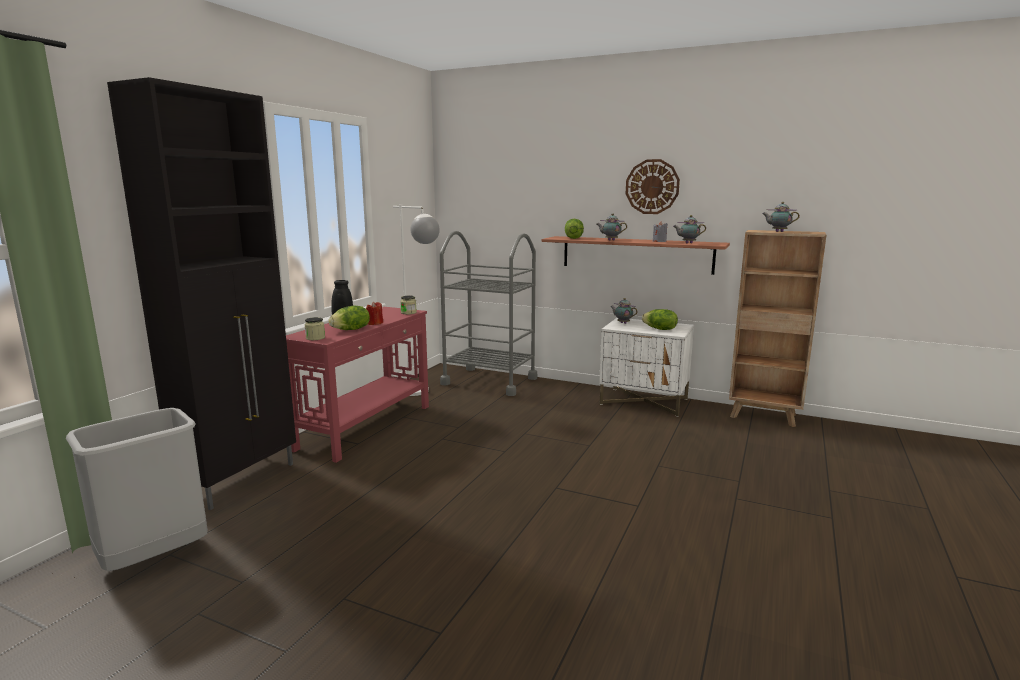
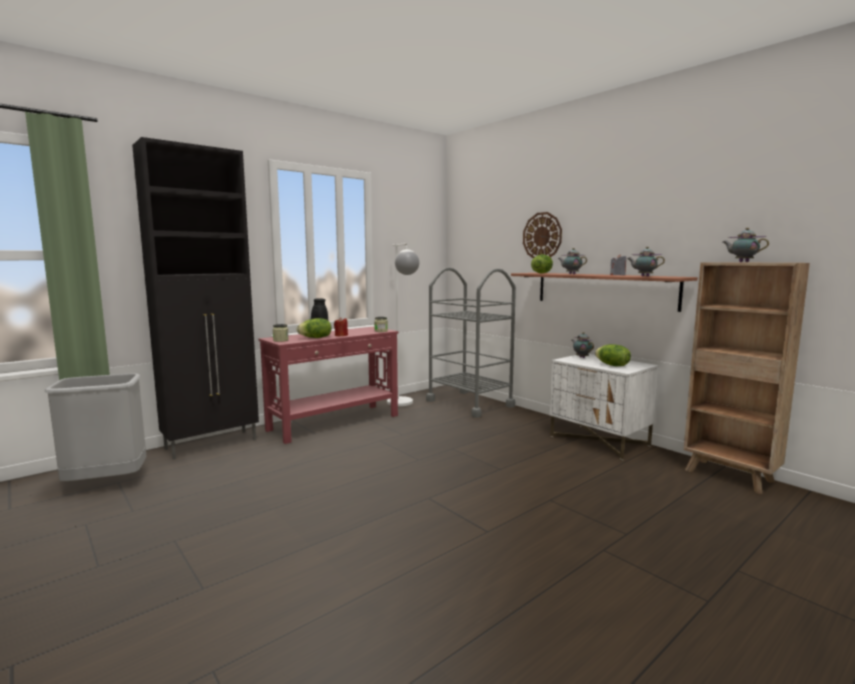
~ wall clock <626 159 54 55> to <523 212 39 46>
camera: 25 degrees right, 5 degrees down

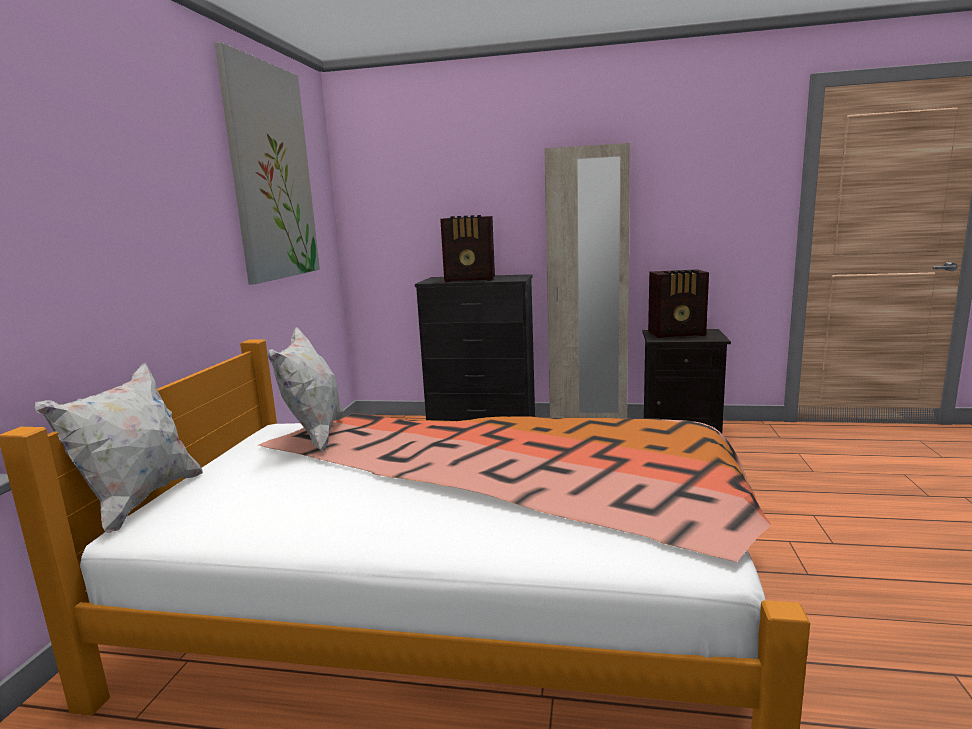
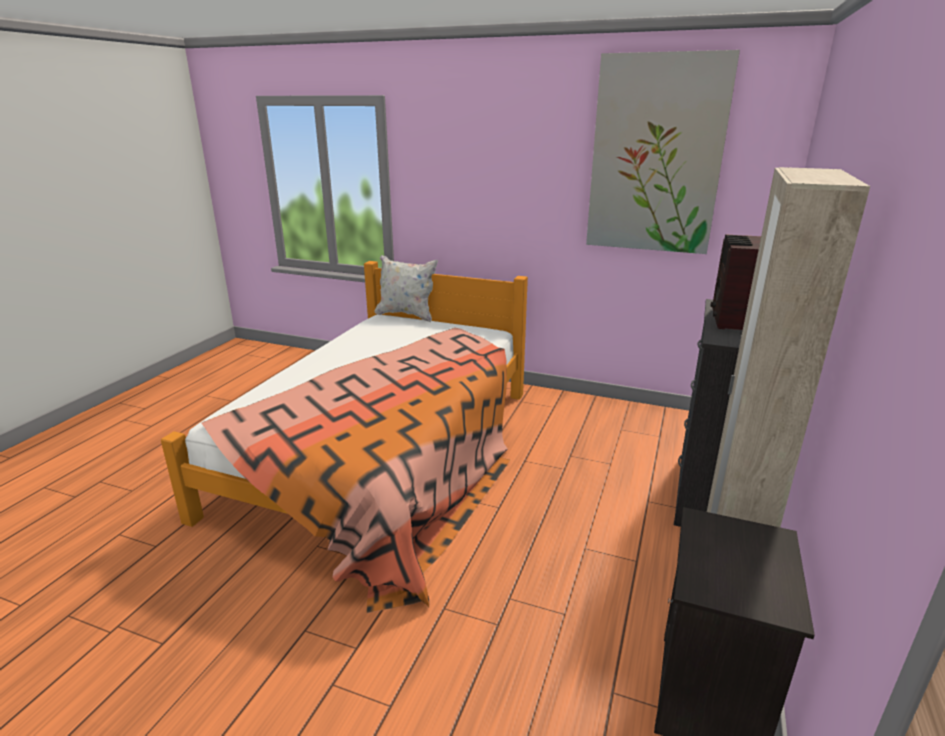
- white pillow <268 327 76 126>
- radio <648 269 61 69>
camera: 100 degrees right, 10 degrees up

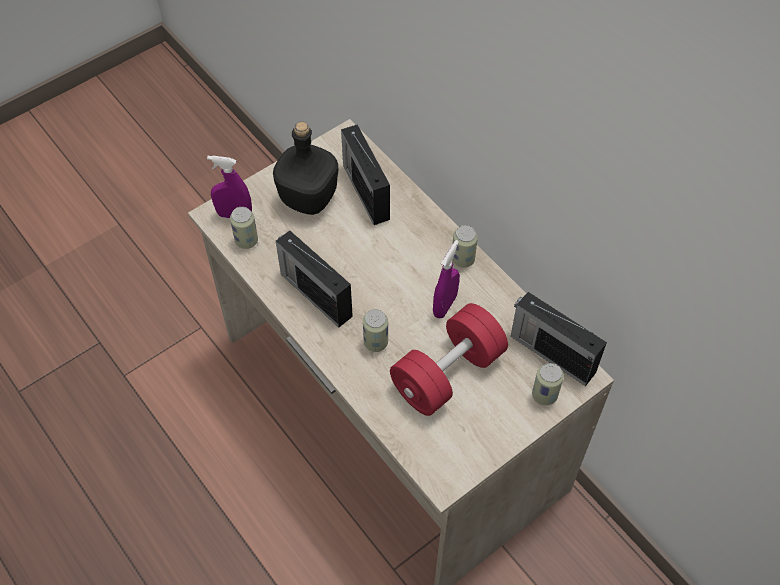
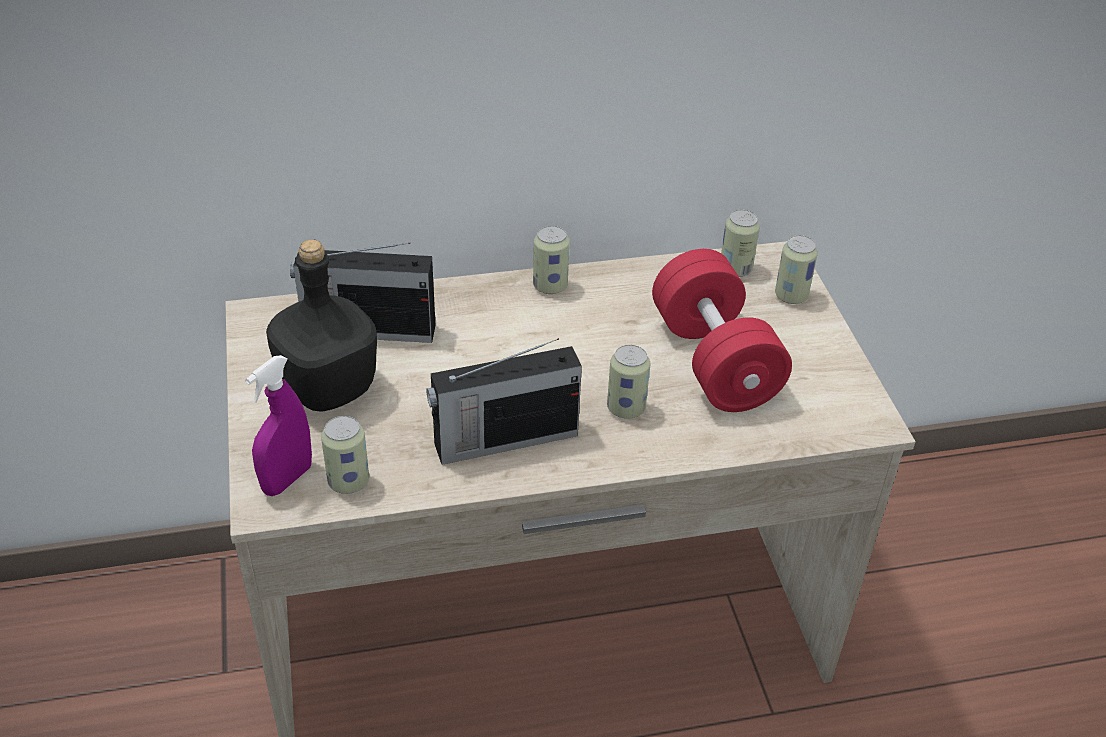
- purple spray bottle <433 240 27 78>
~ radio <511 292 96 94> to can <721 210 39 67>
camera: 65 degrees left, 15 degrees down

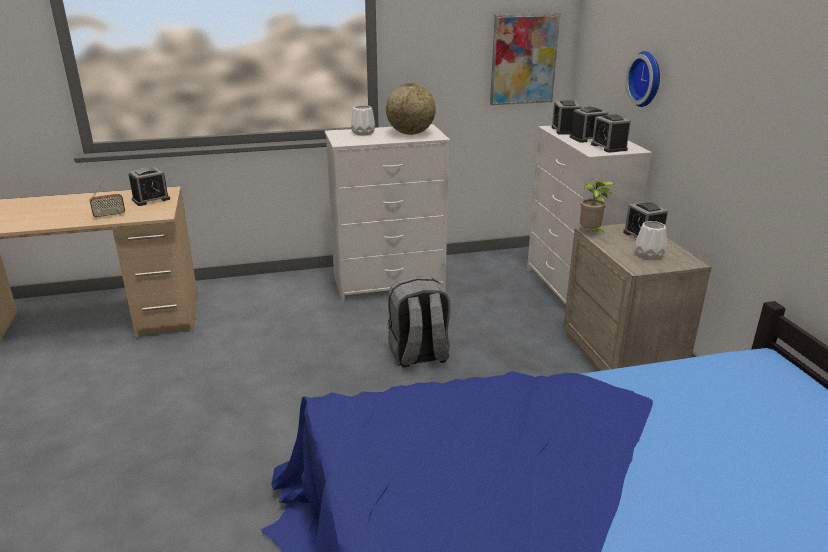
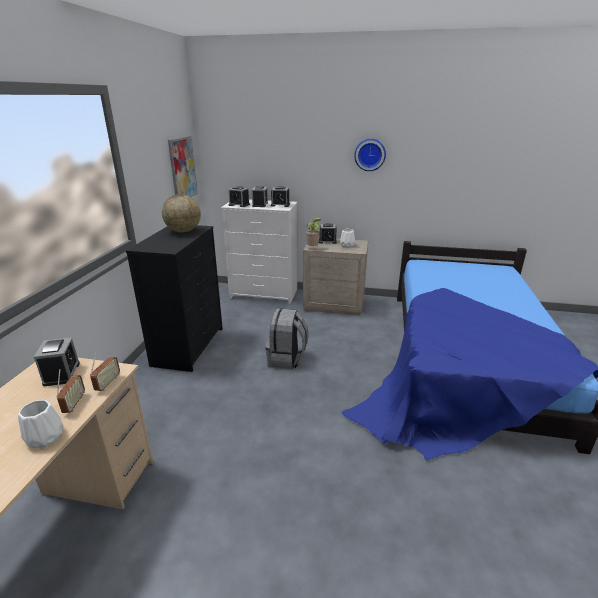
+ radio <90 349 30 42>
~ white vase <351 105 24 31> to <18 400 46 48>
~ wall clock <626 51 34 56> to <354 139 32 32>
~ white dresser <325 124 125 179> to black dresser <126 225 97 147>
camera: 65 degrees left, 0 degrees up

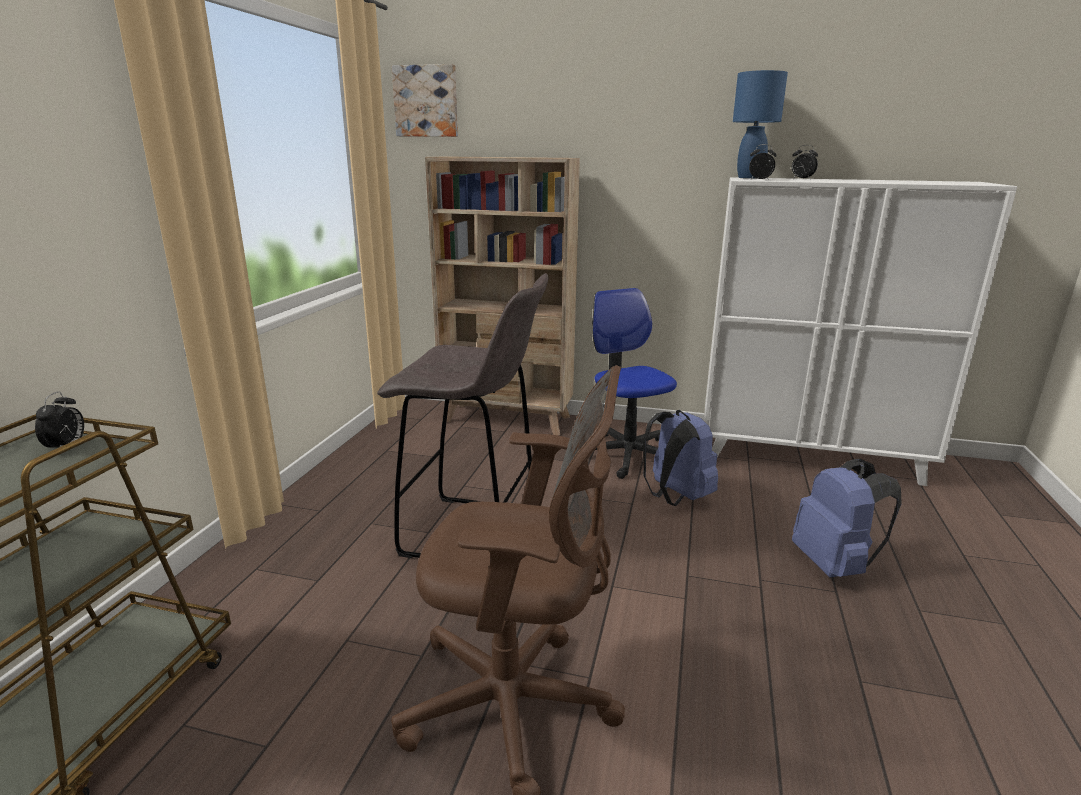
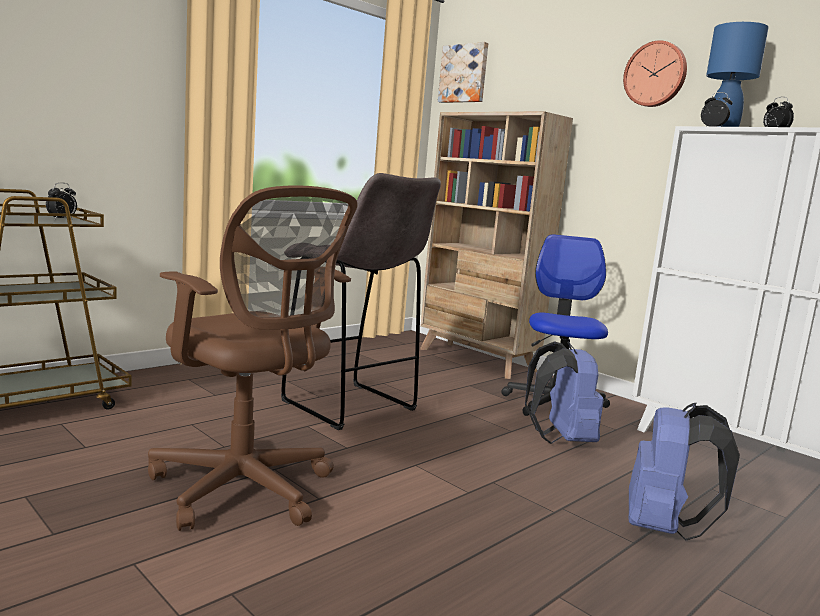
+ wall clock <623 40 64 67>
camera: 30 degrees right, 10 degrees down

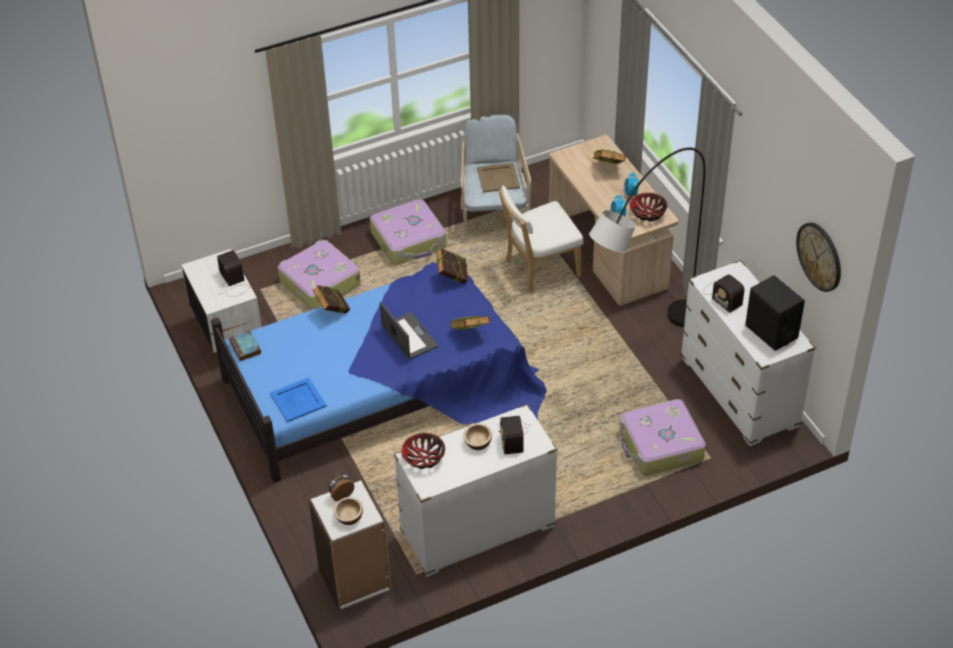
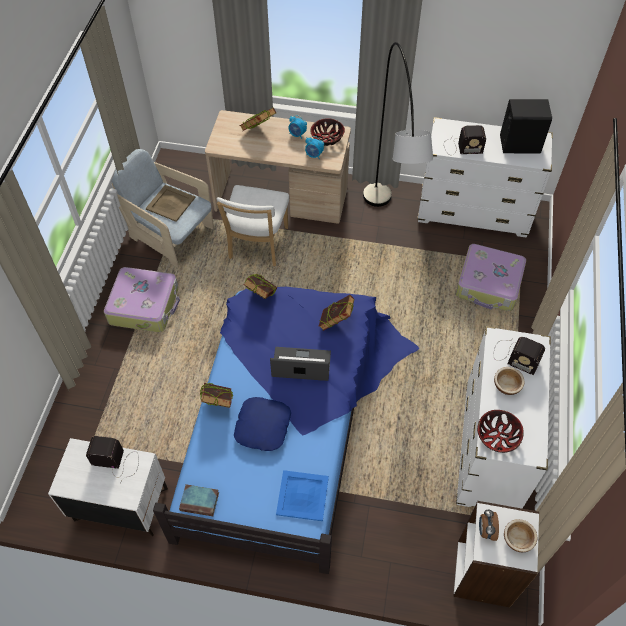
- suitcase <278 240 83 70>
- wall clock <796 222 45 70>
+ blue pillow <234 397 57 54>
camera: 55 degrees left, 10 degrees up

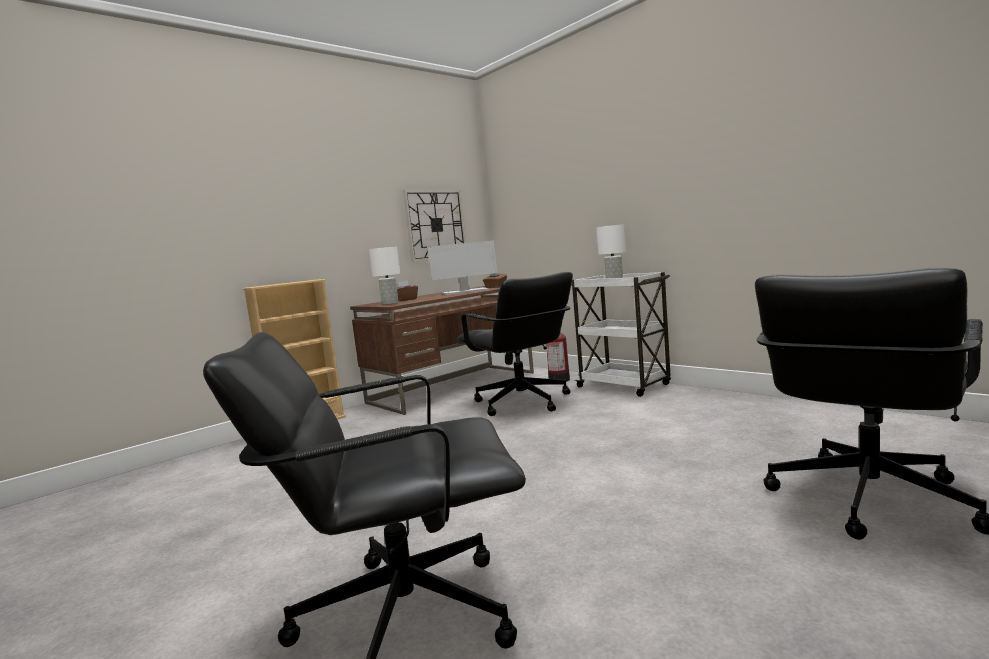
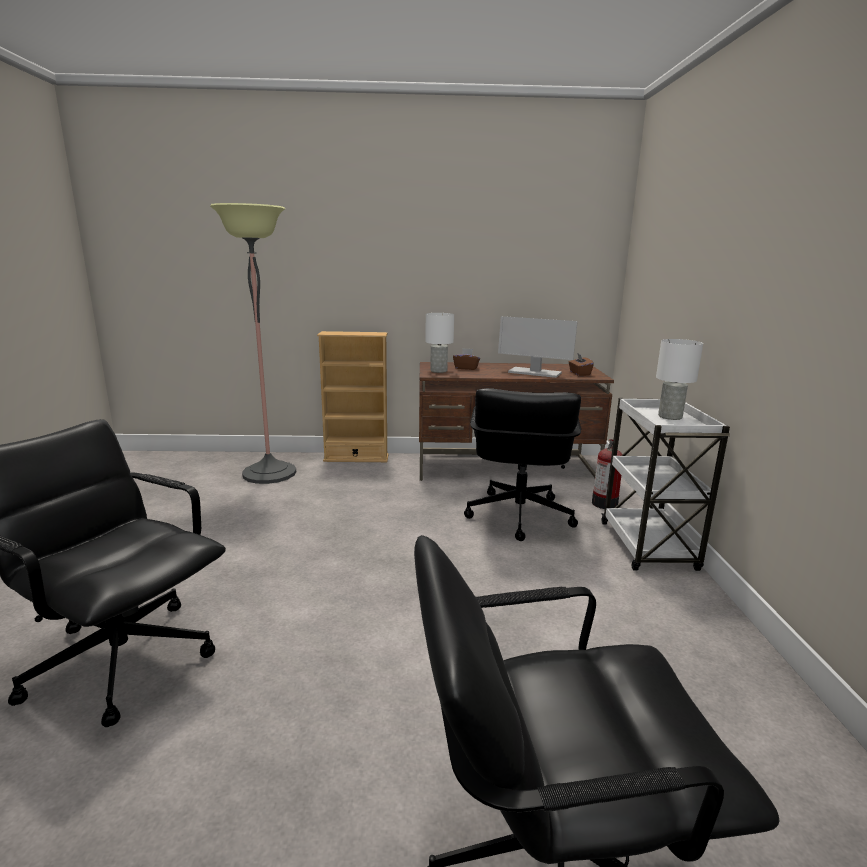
- wall clock <403 190 63 72>
+ floor lamp <210 203 86 281>
camera: 40 degrees right, 10 degrees up

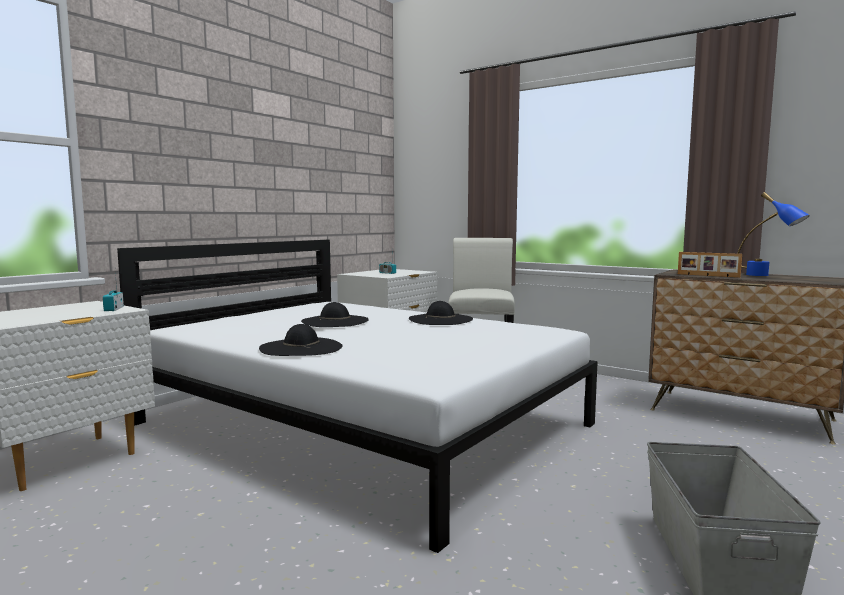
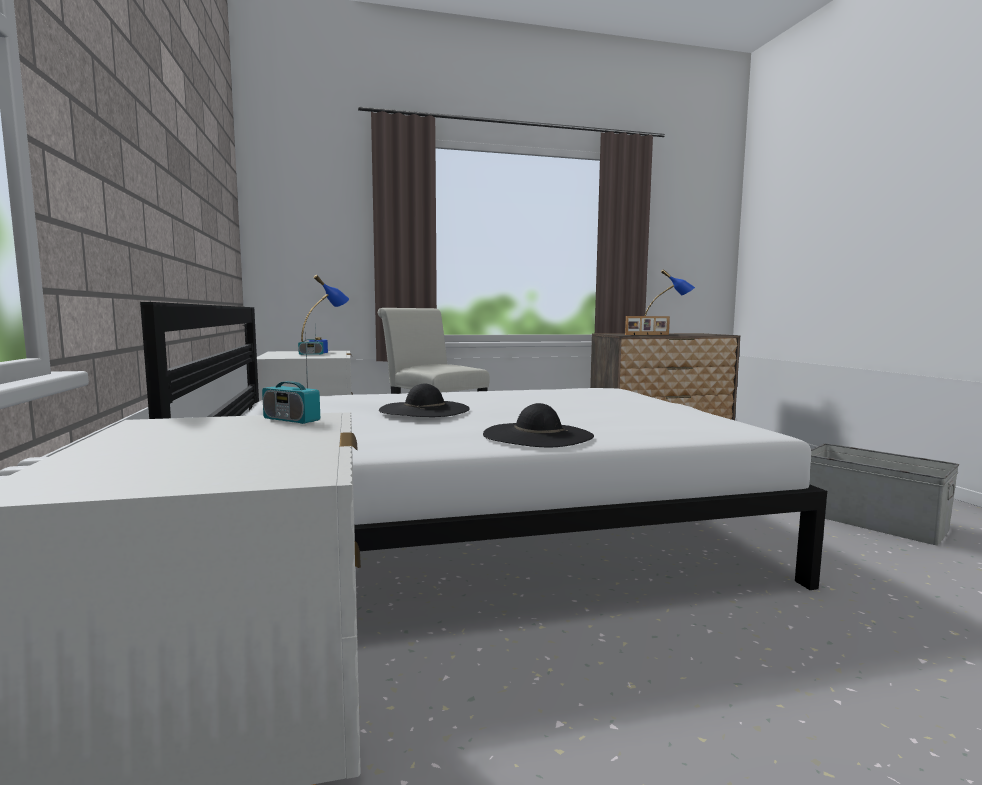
- black hat <409 301 64 24>
+ blue table lamp <301 275 48 78>
camera: 50 degrees left, 0 degrees up

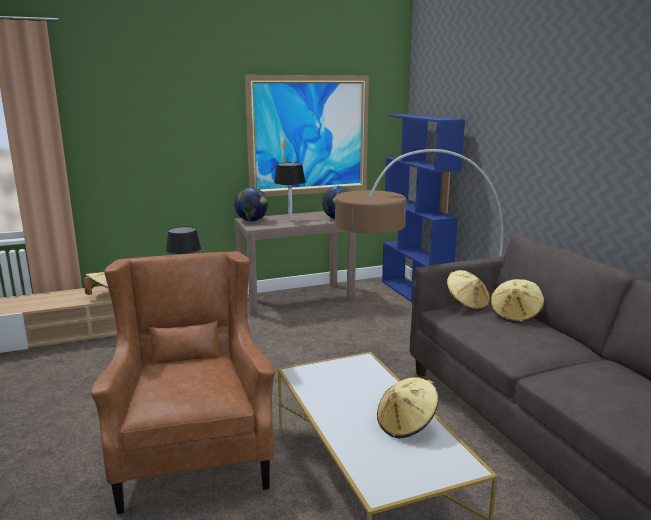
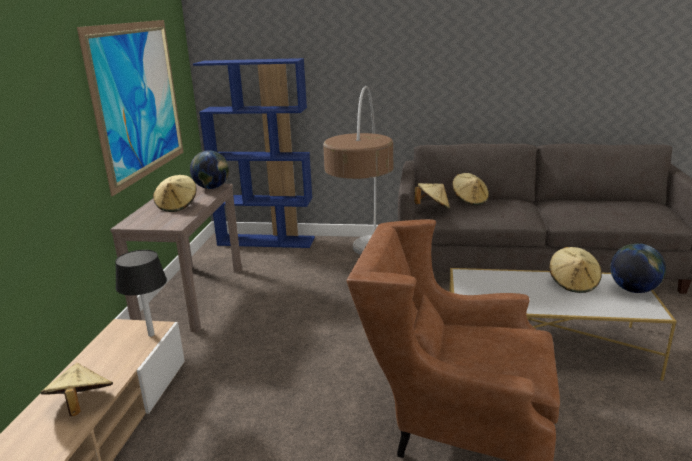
~ globe <234 187 34 34> to <610 243 56 50>
~ black table lamp <274 162 32 59> to beige hat <153 175 44 37>
camera: 60 degrees left, 5 degrees up

